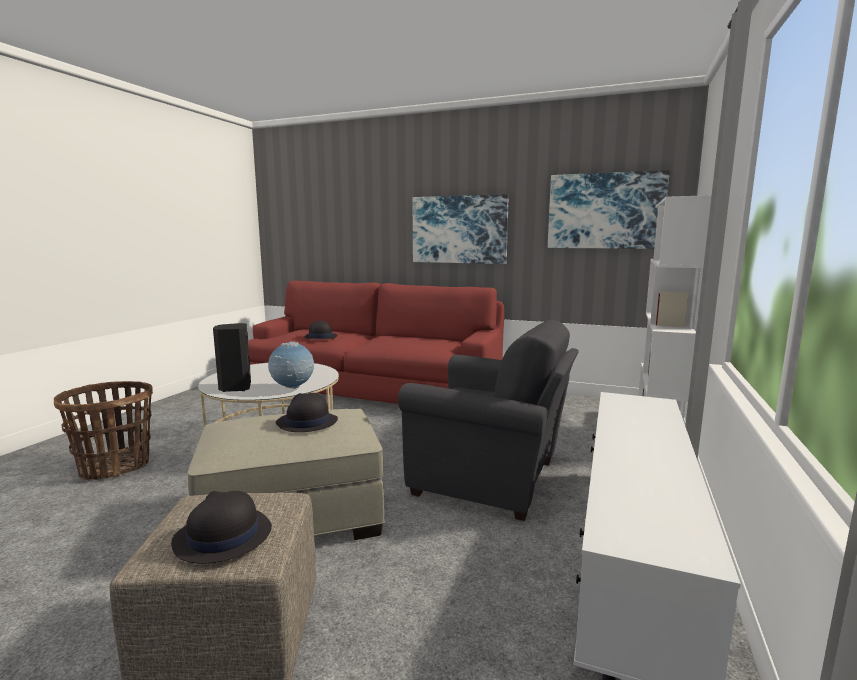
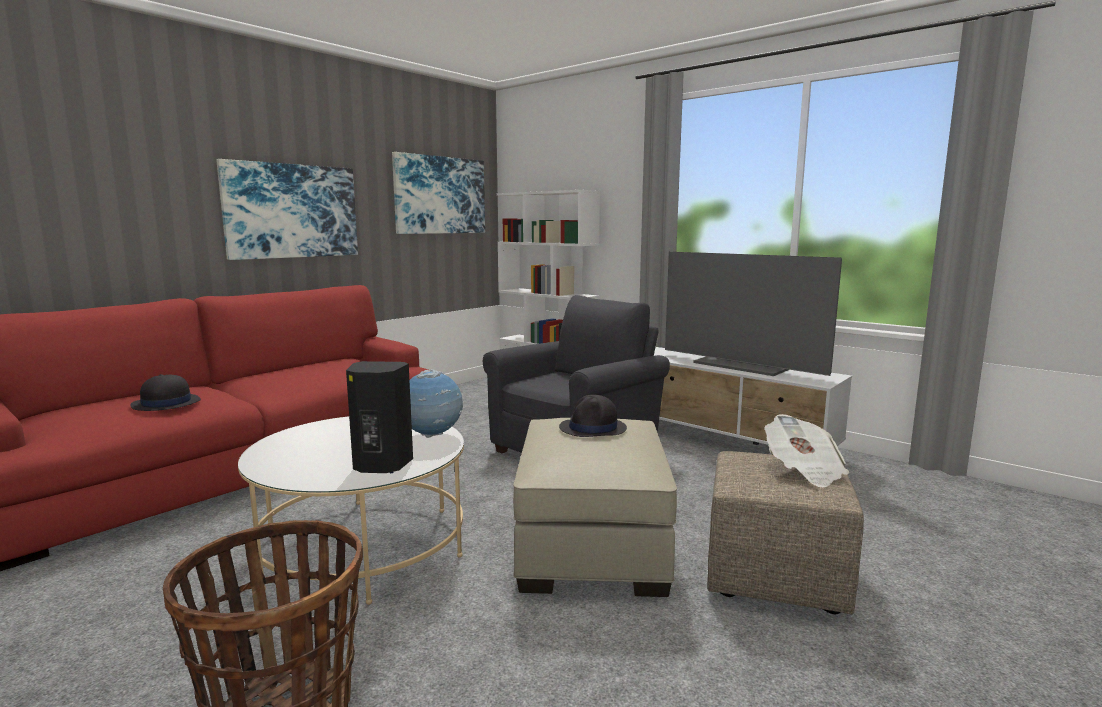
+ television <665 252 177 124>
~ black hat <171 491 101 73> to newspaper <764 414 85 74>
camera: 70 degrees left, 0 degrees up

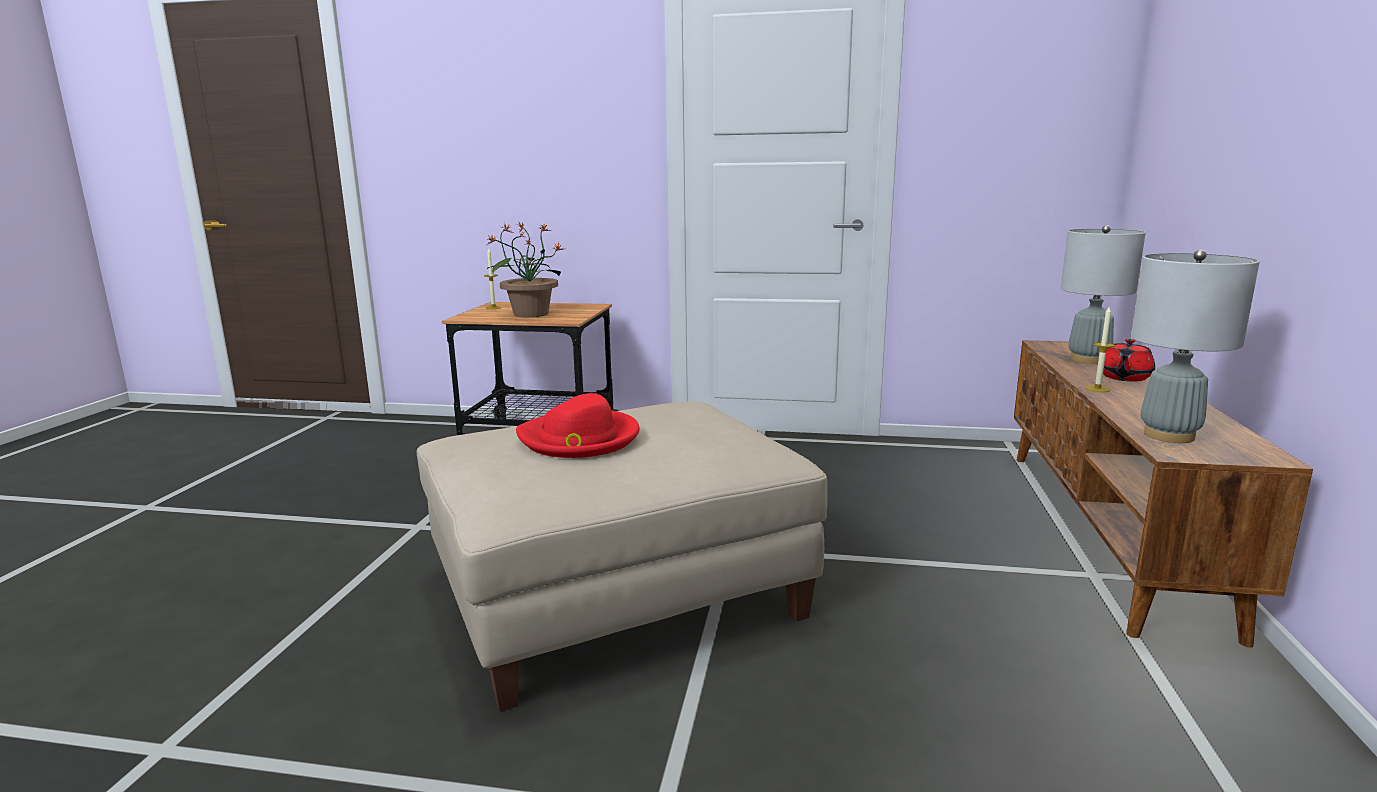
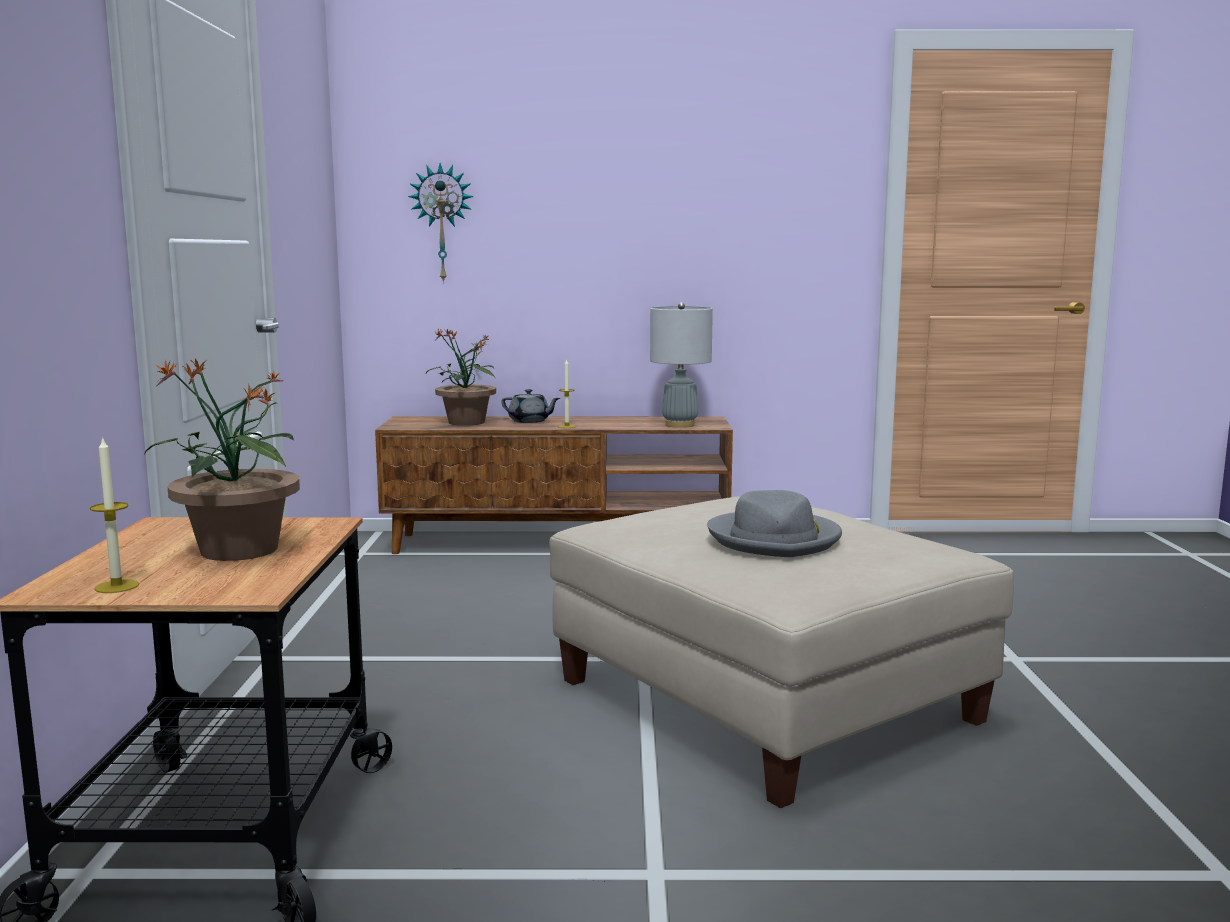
+ wall clock <408 163 66 120>
~ grey table lamp <1061 225 85 139> to potted plant <425 328 71 98>
~ red hat <516 393 124 65> to grey hat <707 490 135 67>
~ red teapot <1103 339 52 43> to grey teapot <501 389 59 34>
camera: 100 degrees left, 5 degrees down

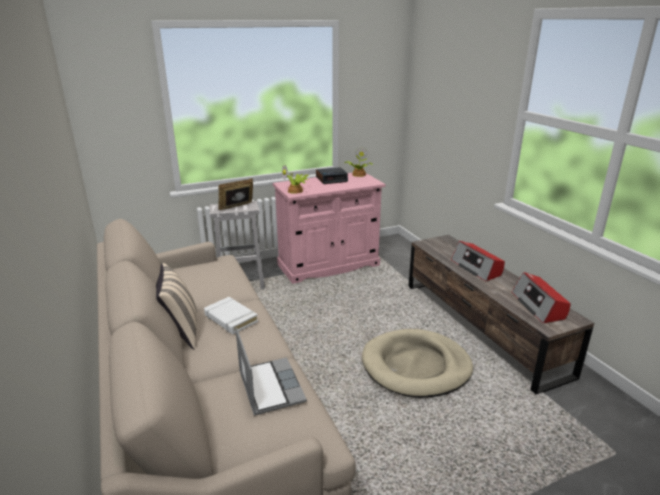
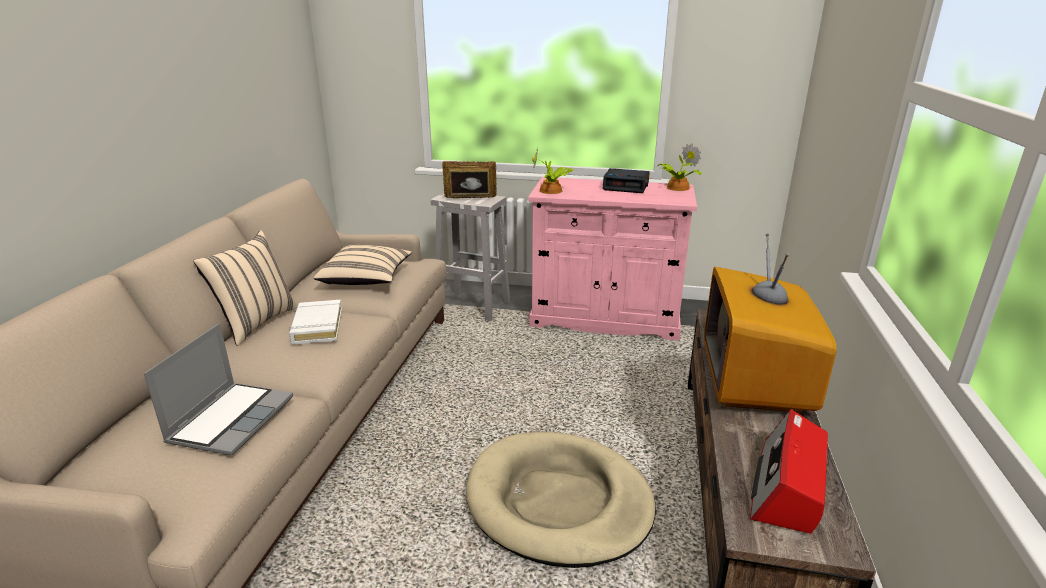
+ beige pillow <314 245 98 40>
~ radio <451 241 54 41> to television <704 233 133 180>
camera: 35 degrees right, 0 degrees up

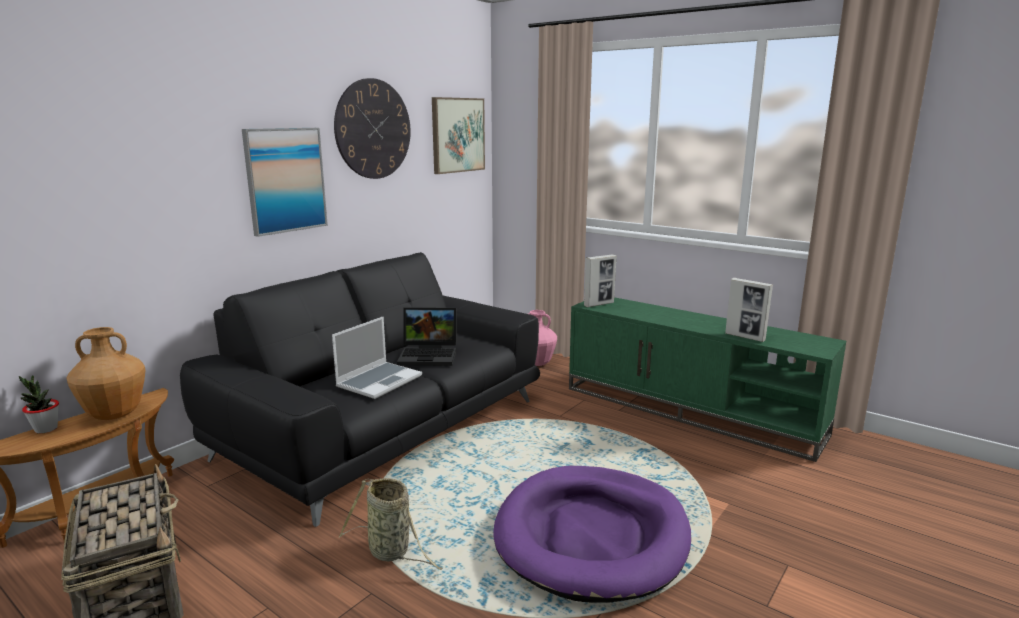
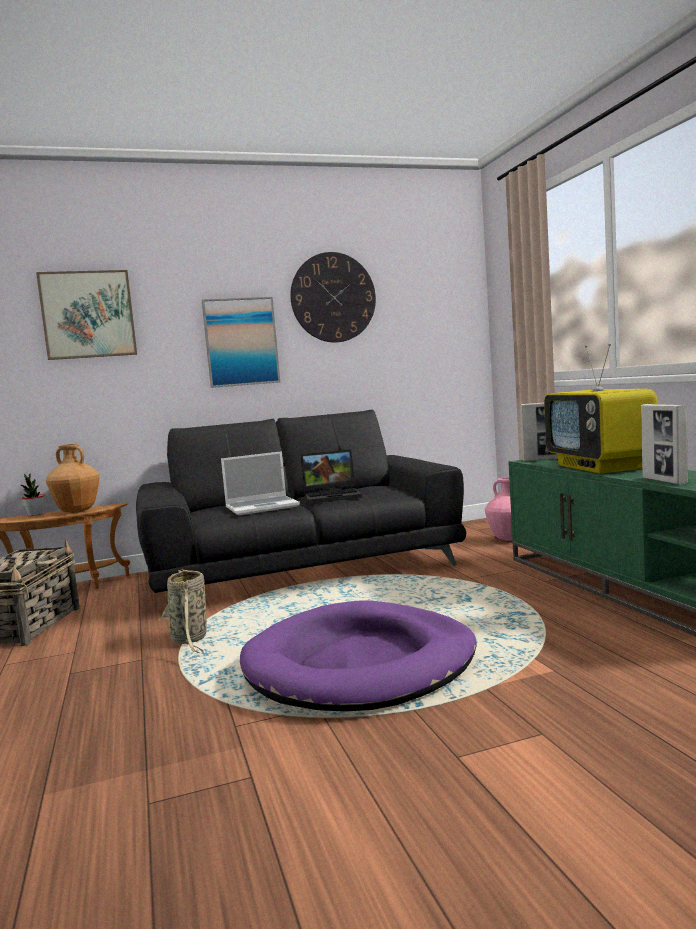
+ television <544 344 113 130>
~ picture <432 97 53 77> to <36 270 101 90>
~ laptop <397 307 59 59> = <300 449 62 54> 45 degrees counterclockwise
camera: 35 degrees right, 10 degrees down

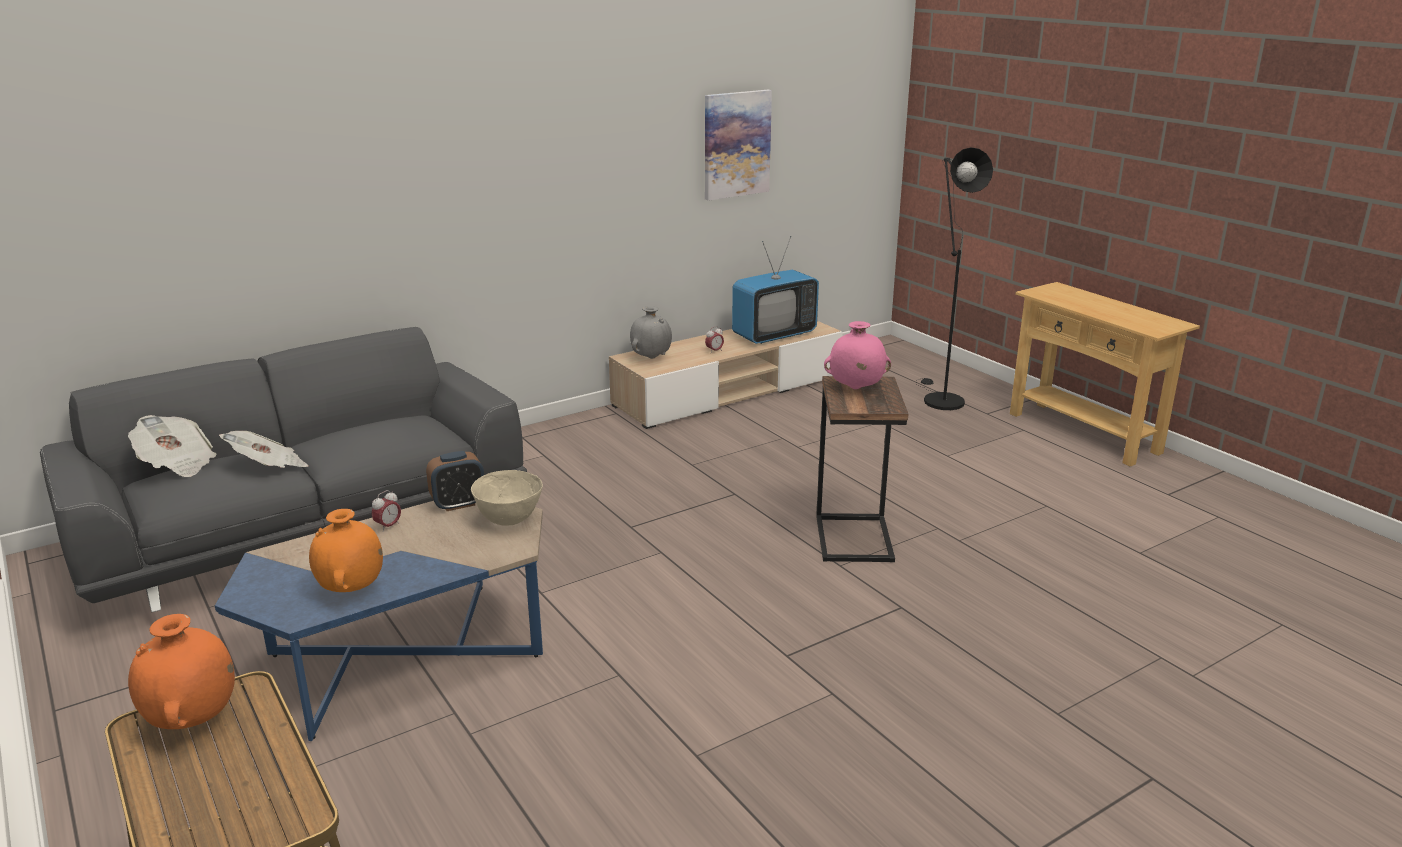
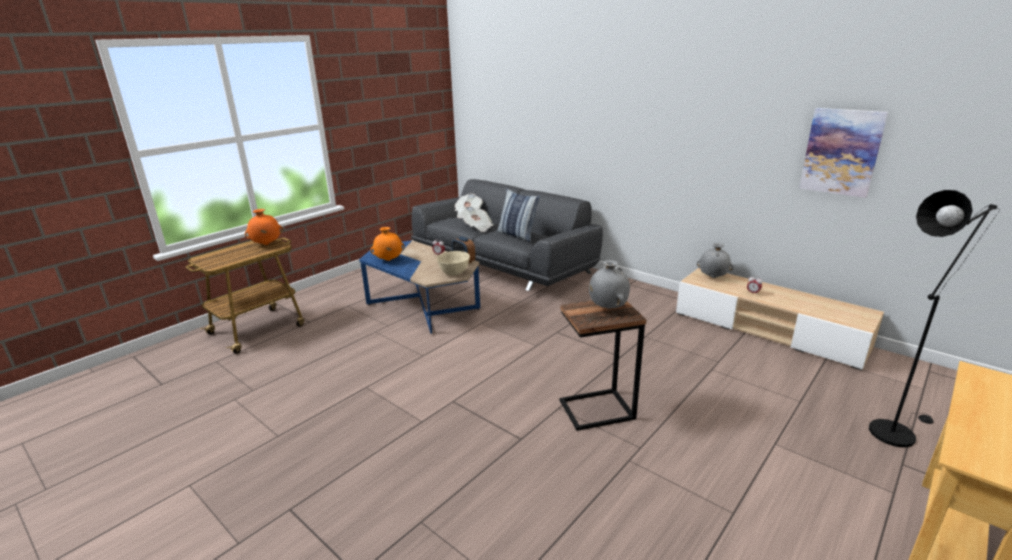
- television <732 236 87 108>
+ pillow <497 189 43 53>
~ pink vase <824 321 67 68> to grey vase <589 260 41 49>
camera: 75 degrees right, 0 degrees up

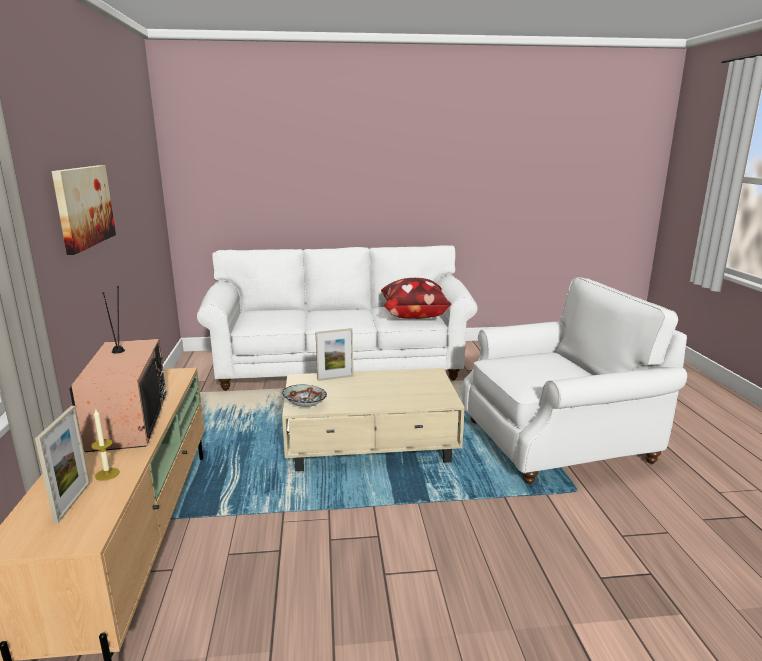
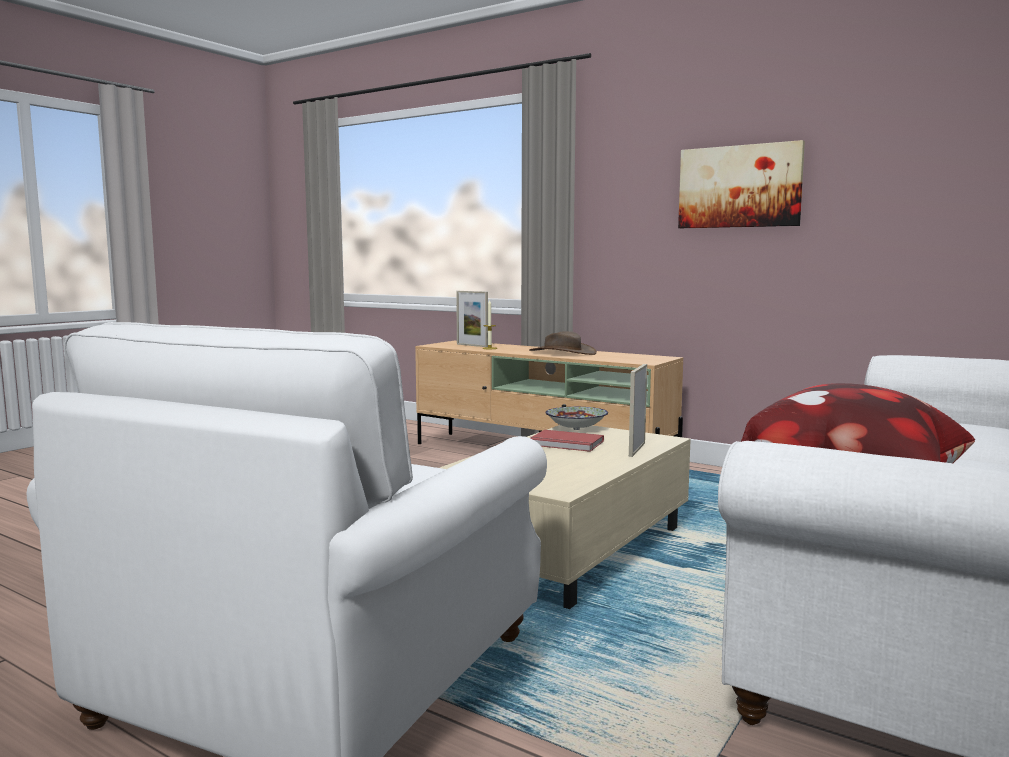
+ red book <530 430 74 22>
~ television <69 286 98 166> to brown hat <529 331 68 24>
camera: 130 degrees right, 10 degrees down

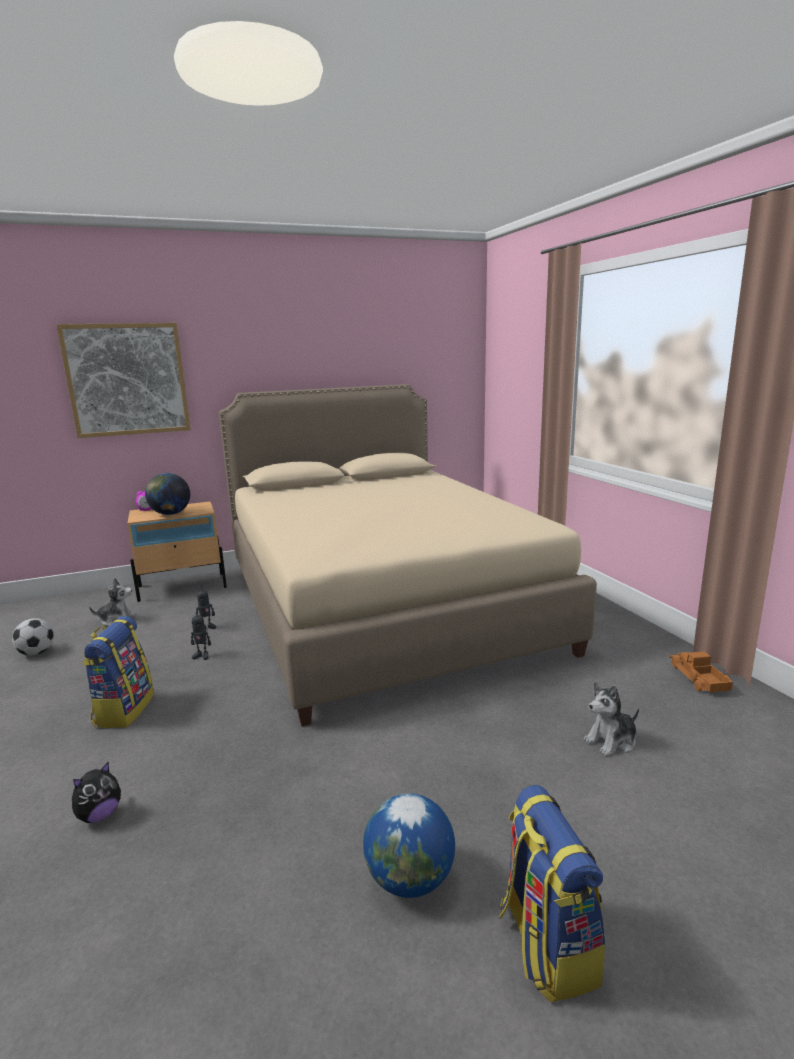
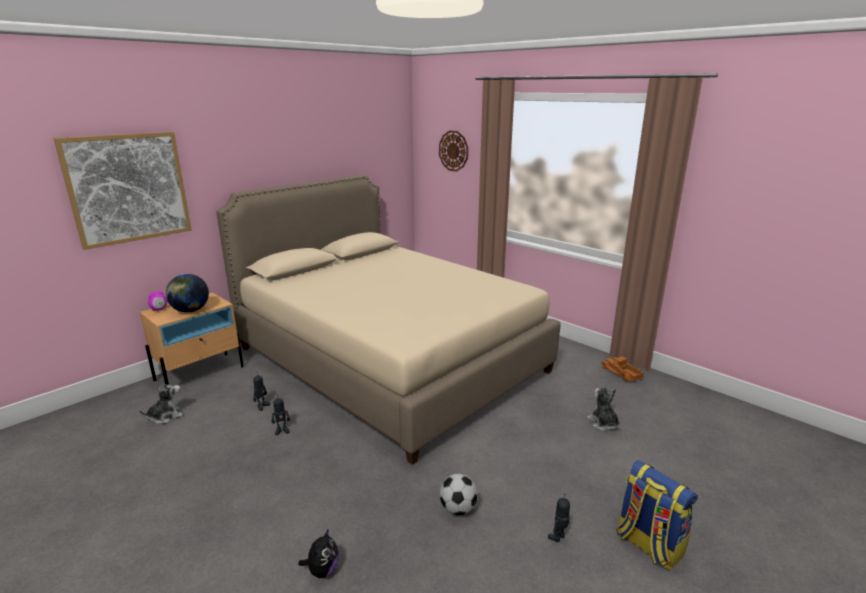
- backpack <82 616 72 112>
+ wall clock <439 130 29 42>
~ football <12 618 42 37> to <440 474 38 41>
~ globe <363 793 92 105> to toy robot <548 494 22 48>
~ plush toy <584 682 55 74> = <587 386 33 45> 120 degrees clockwise
camera: 25 degrees left, 5 degrees up

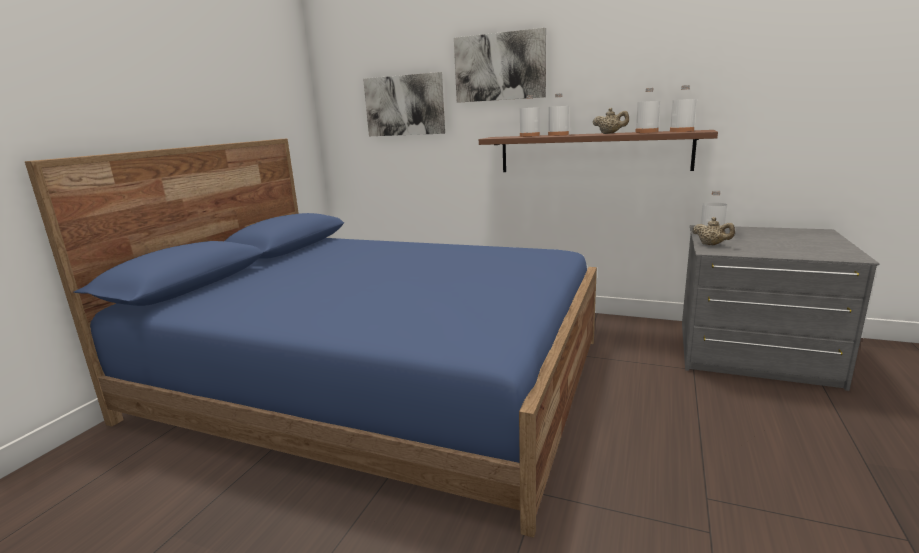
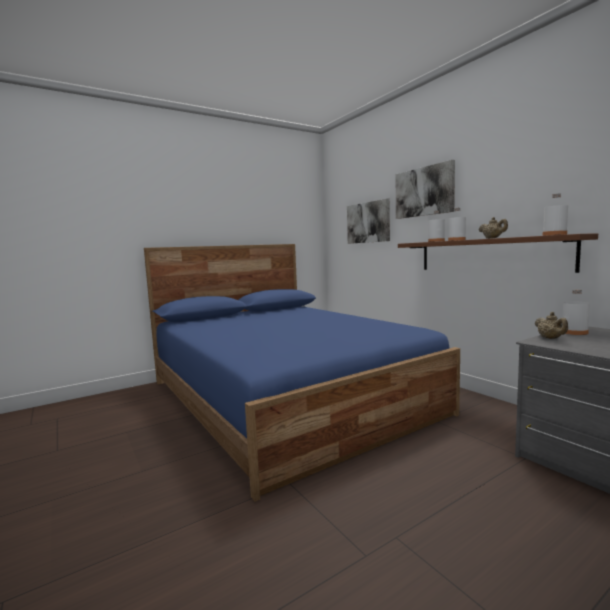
- white bottle <635 88 25 45>
camera: 35 degrees right, 10 degrees down

